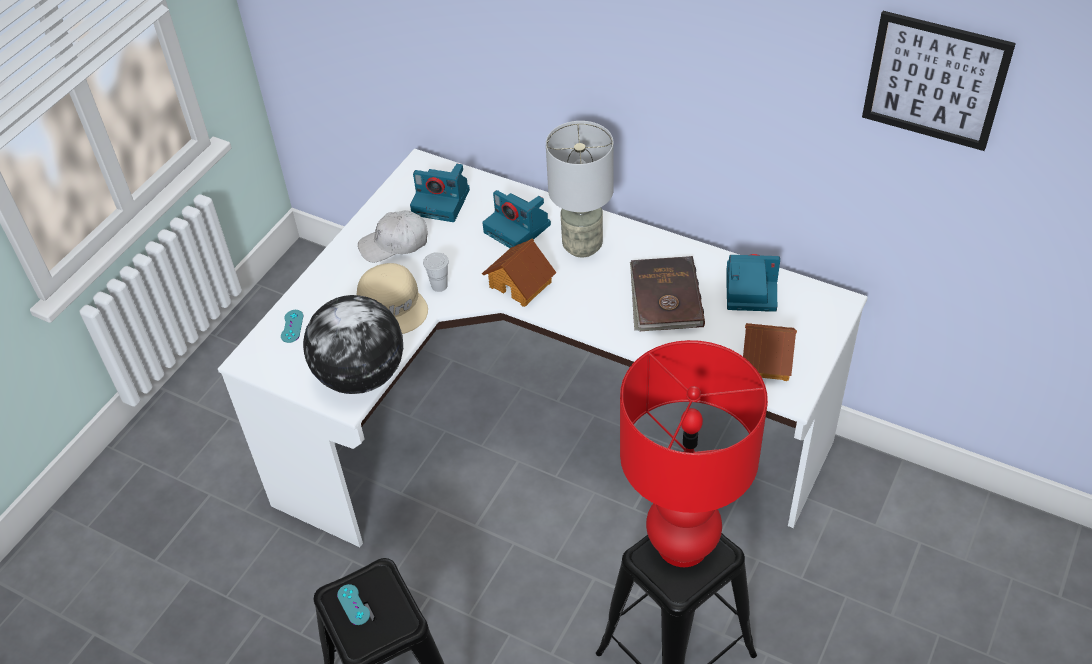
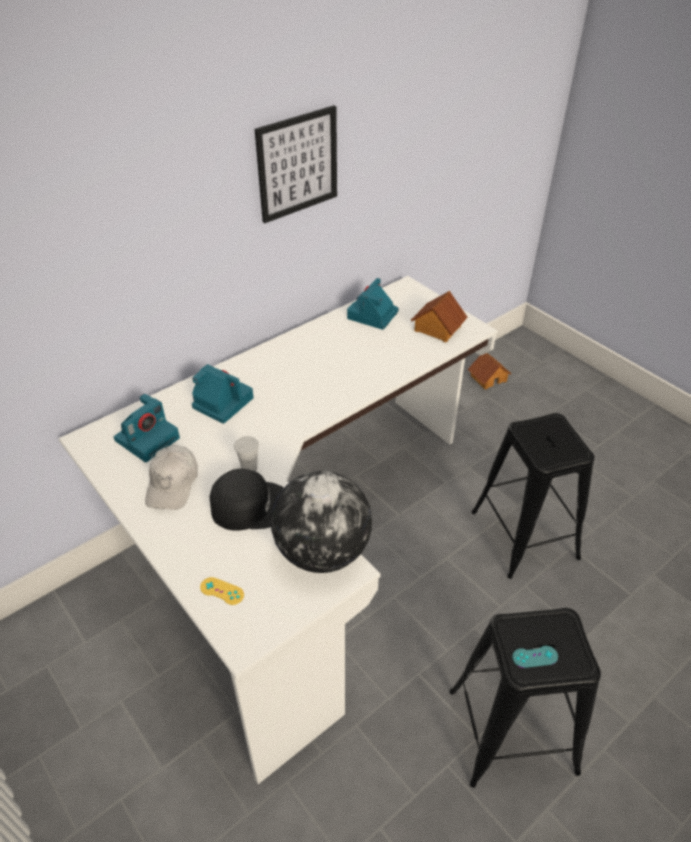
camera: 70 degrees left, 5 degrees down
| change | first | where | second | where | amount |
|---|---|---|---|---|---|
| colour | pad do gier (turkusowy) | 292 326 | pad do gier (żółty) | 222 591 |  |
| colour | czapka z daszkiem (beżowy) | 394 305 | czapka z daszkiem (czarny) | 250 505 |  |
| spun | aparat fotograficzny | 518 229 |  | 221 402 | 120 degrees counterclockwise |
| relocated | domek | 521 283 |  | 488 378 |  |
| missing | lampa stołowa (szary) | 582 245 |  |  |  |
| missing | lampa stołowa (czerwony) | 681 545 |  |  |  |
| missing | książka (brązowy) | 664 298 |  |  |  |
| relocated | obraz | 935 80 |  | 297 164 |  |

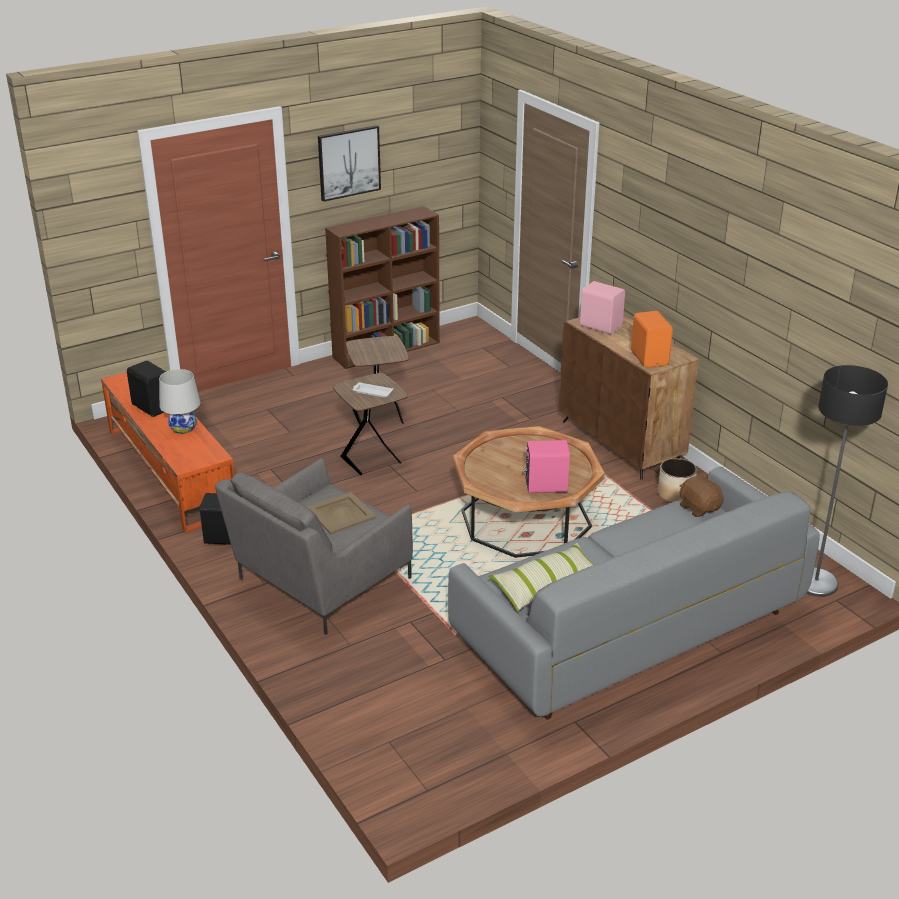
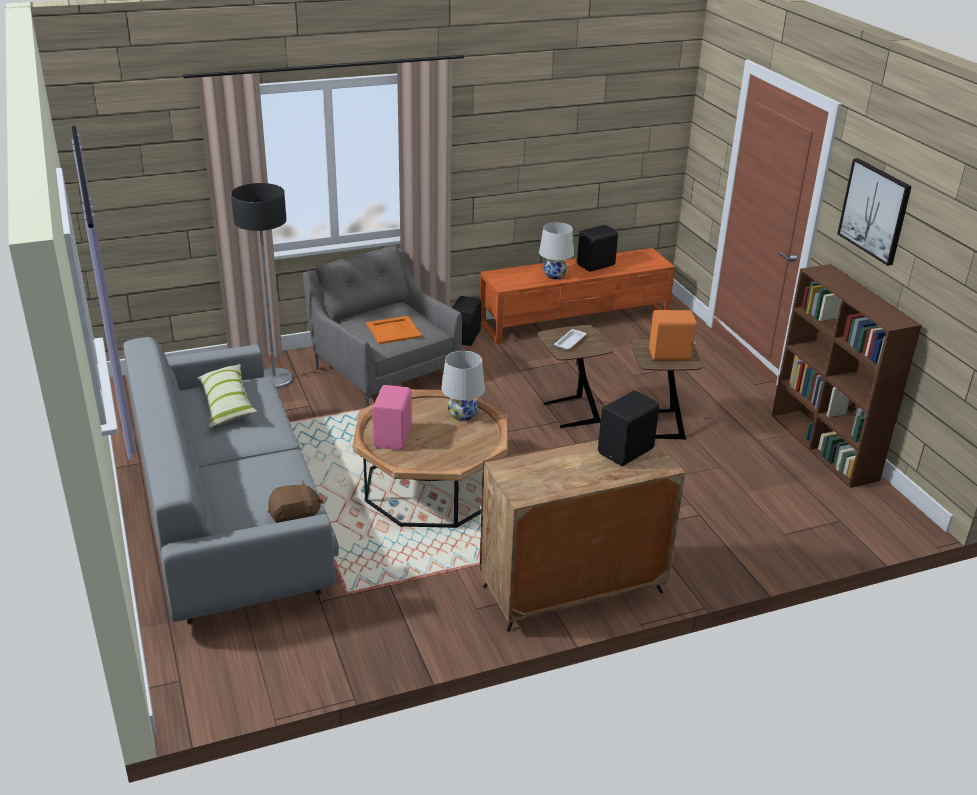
camera: 100 degrees right, 0 degrees up
| change | first | where | second | where | amount |
|---|---|---|---|---|---|
| colour | taca (beżowy) | 341 514 | taca (pomarańczowy) | 393 330 |  |
| colour | głośnik (różowy) | 600 326 | głośnik (czarny) | 627 452 |  |
| relocated | głośnik (pomarańczowy) | 650 358 |  | 670 355 |  |
| missing | donica | 676 494 |  |  |  |
| relocated | lampa stojąca | 815 583 |  | 274 379 |  |
| appeared |  |  | lampa stołowa (biały) | 462 414 |  |

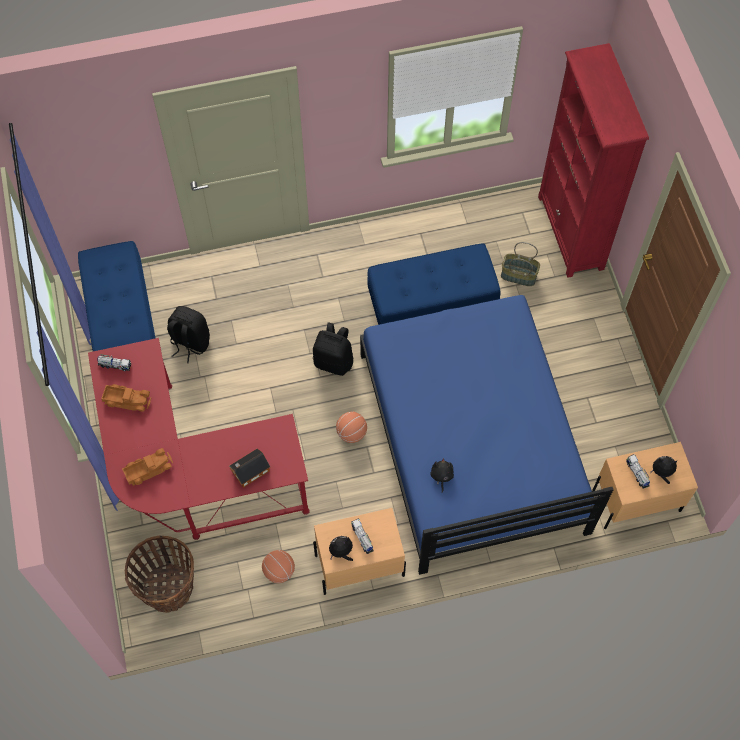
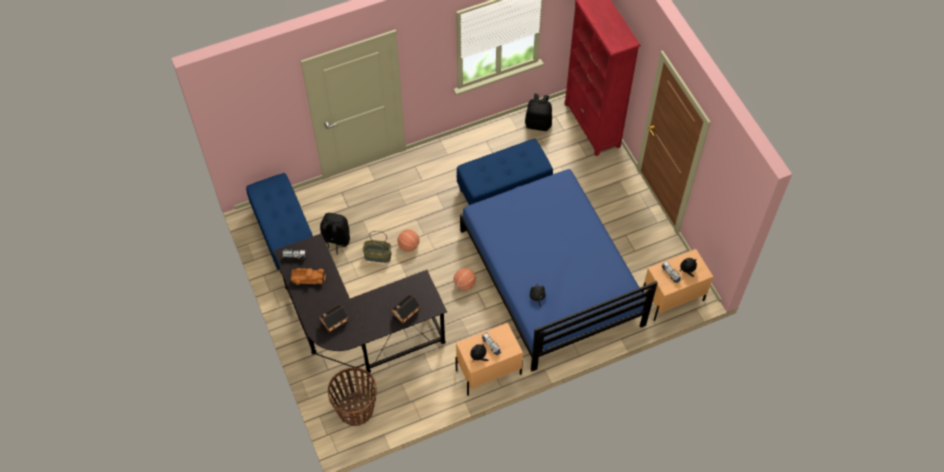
camera: 10 degrees left, 5 degrees down
| change | first | where | second | where | amount |
|---|---|---|---|---|---|
| colour | biurko (czerwony) | 192 475 | biurko (czarny) | 356 330 |  |
| exchanged | ciężarówka zabawkowa | 148 468 | domek | 333 321 |  |
| relocated | piłka do koszykówki | 279 571 |  | 408 245 |  |
| relocated | plecak (czarny) | 334 361 |  | 538 123 |  |
| relocated | koszyk | 518 276 |  | 377 256 |  |

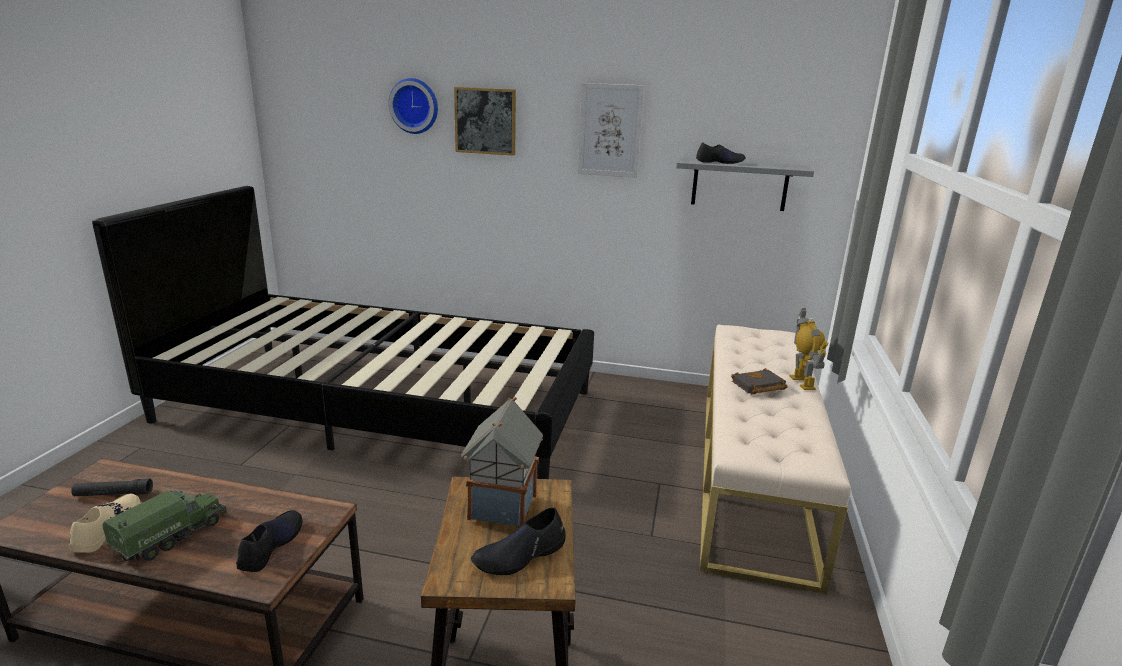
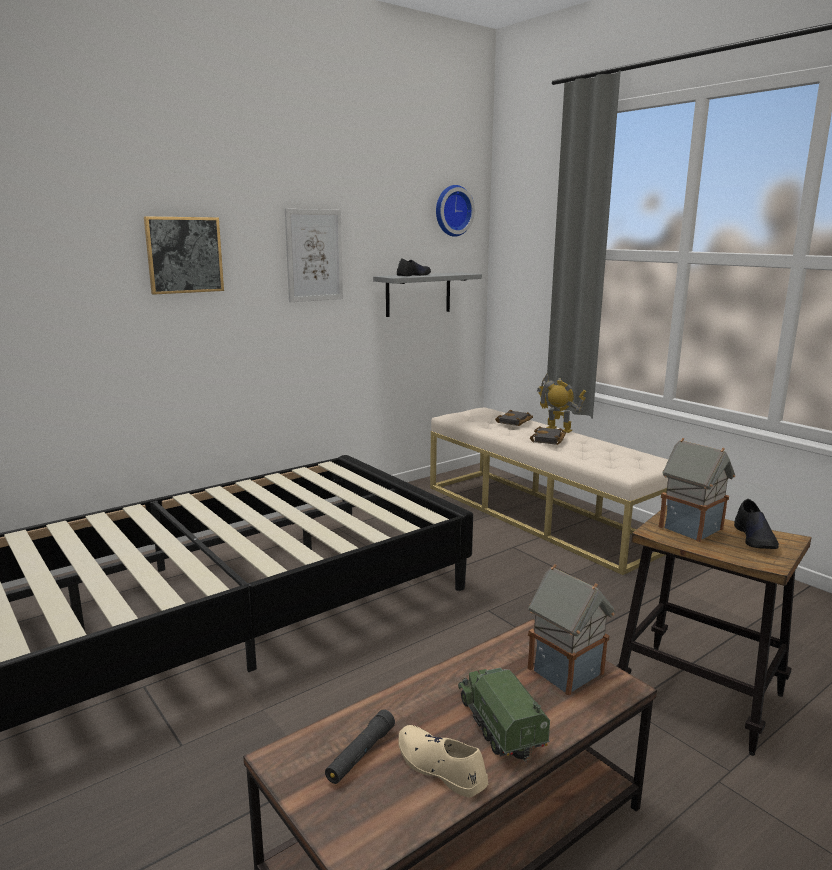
camera: 50 degrees left, 5 degrees down
| change | first | where | second | where | amount |
|---|---|---|---|---|---|
| exchanged | but (czarny) | 271 546 | domek | 567 672 |  |
| relocated | zegar ścienny | 415 106 |  | 452 211 |  |
| appeared |  |  | książka (czarny) | 514 422 |  |

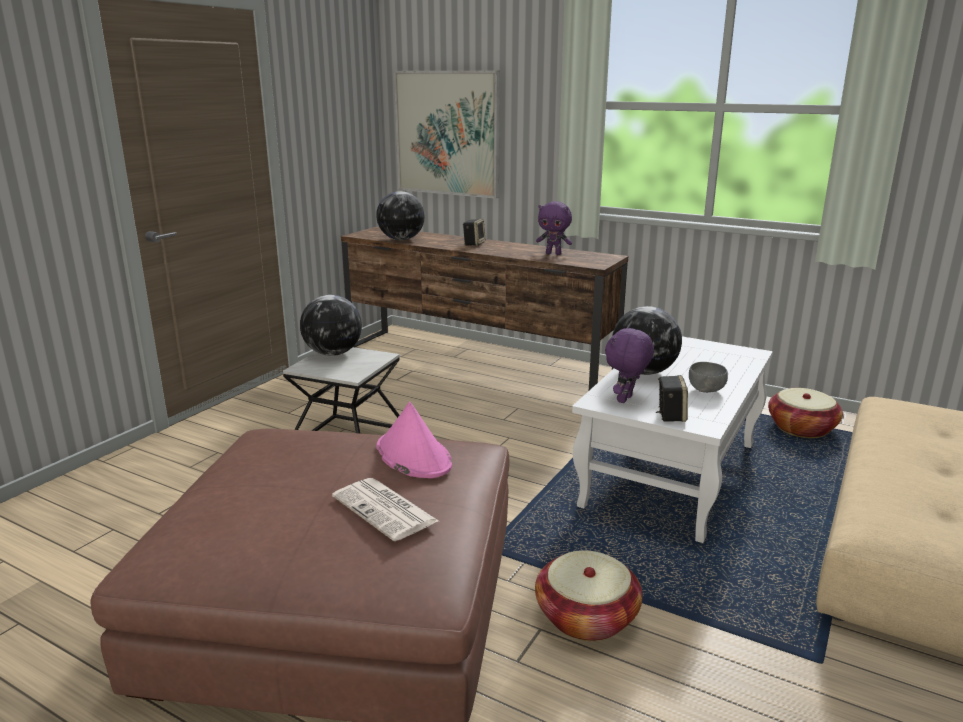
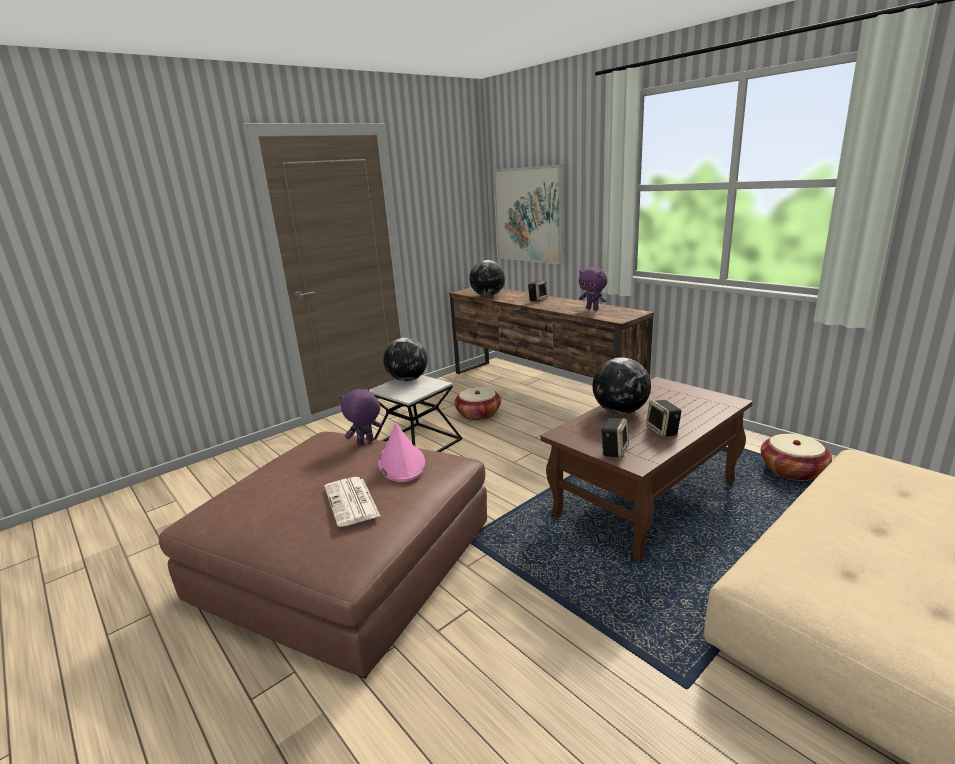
camera: 20 degrees right, 0 degrees up
| change | first | where | second | where | amount |
|---|---|---|---|---|---|
| relocated | koszyk | 586 617 |  | 478 414 |  |
| colour | ława (biały) | 670 475 | ława (brązowy) | 645 499 |  |
| relocated | pluszak (fioletowy) | 626 400 |  | 365 443 |  |
| exchanged | miska (szary) | 706 390 | głośnik | 663 431 |  |

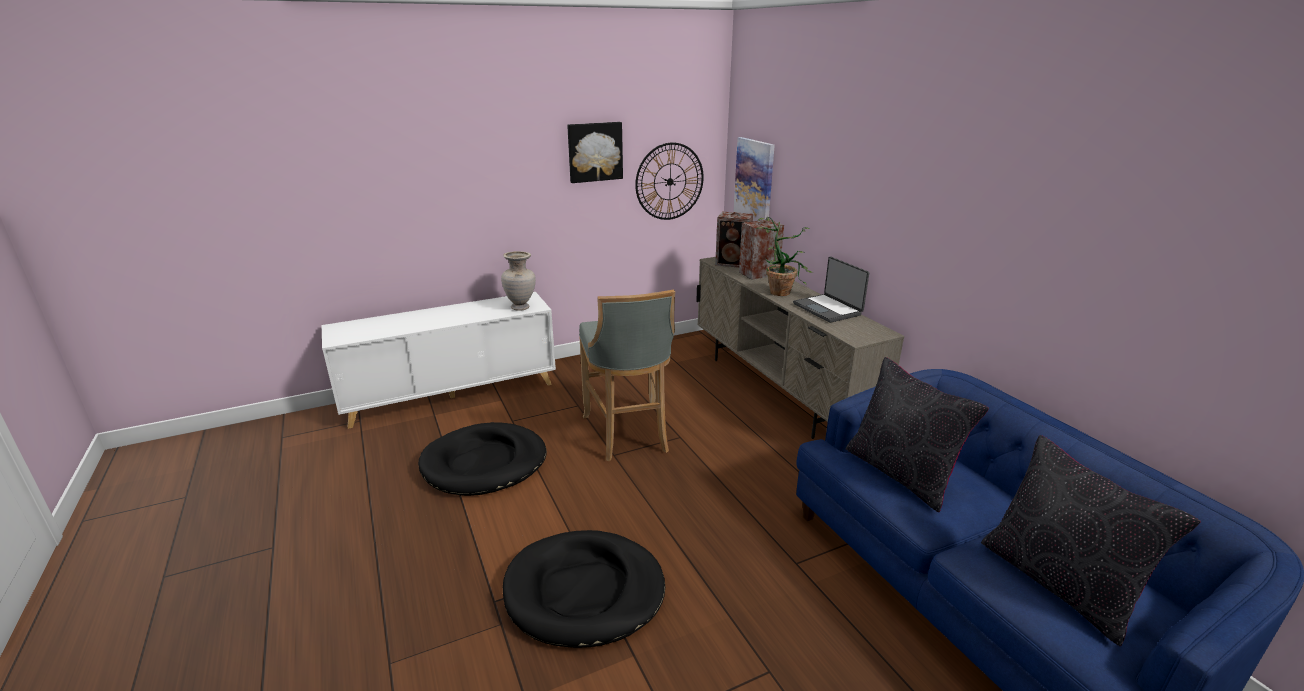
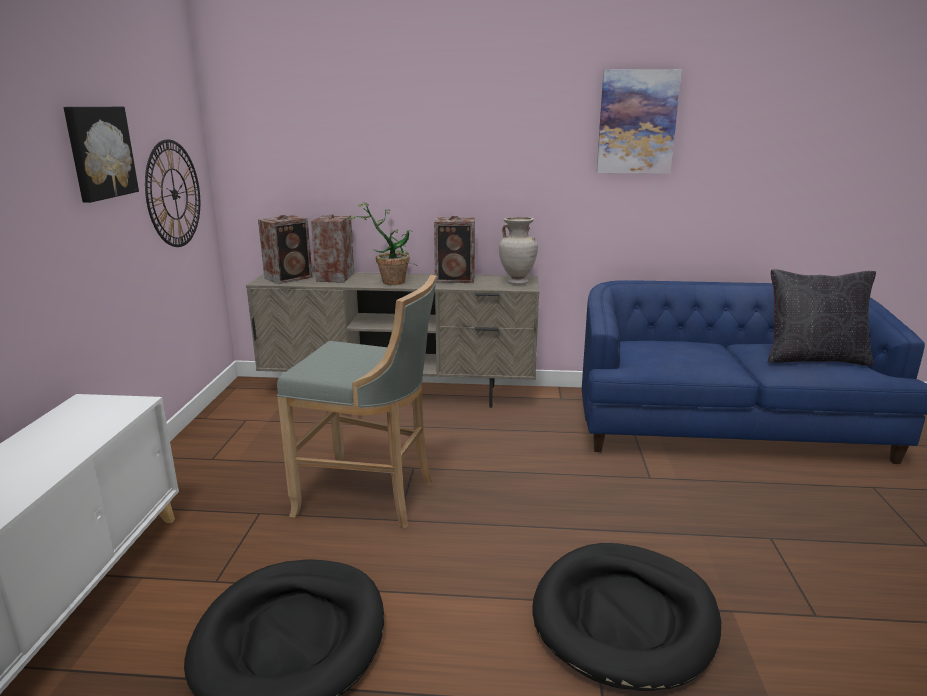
camera: 60 degrees left, 5 degrees down
| change | first | where | second | where | amount |
|---|---|---|---|---|---|
| relocated | wazon (beżowy) | 521 307 |  | 517 282 |  |
| relocated | obraz | 754 180 |  | 637 122 |  |
| exchanged | laptop | 828 309 | głośnik | 456 279 |  |
| missing | poduszka (czarny) | 901 473 |  |  |  |

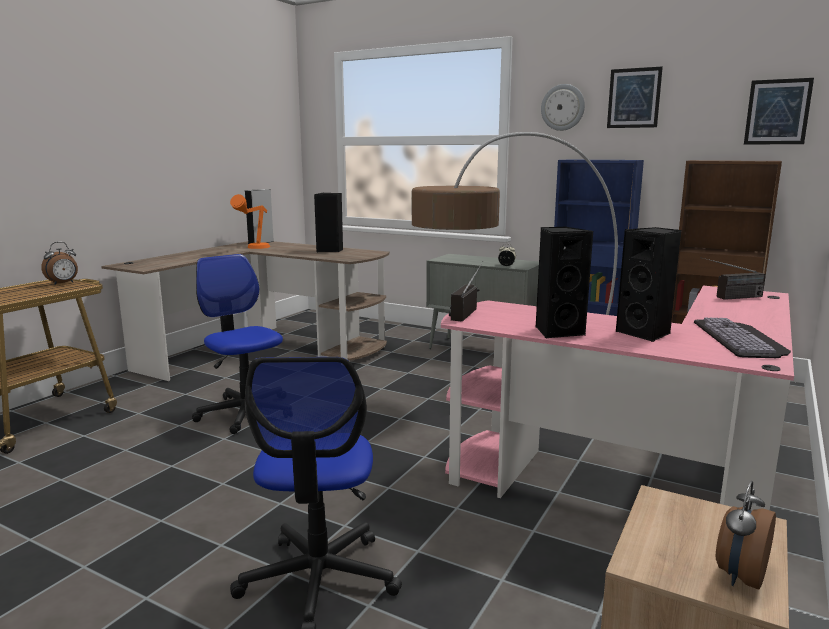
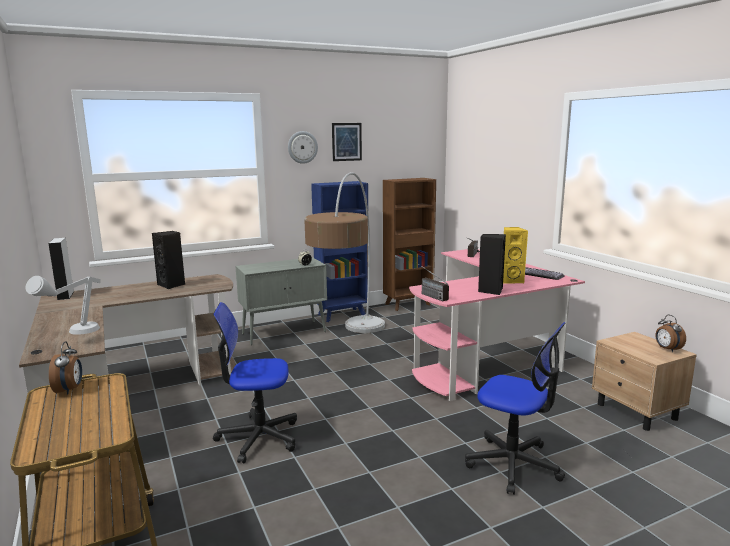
camera: 55 degrees left, 0 degrees up
| change | first | where | second | where | amount |
|---|---|---|---|---|---|
| missing | lampa stołowa (pomarańczowy) | 253 248 |  |  |  |
| colour | głośnik (czarny) | 646 333 | głośnik (żółty) | 511 280 |  |
| missing | obraz | 777 112 |  |  |  |
| appeared |  |  | lampa stołowa (szary) | 74 334 |  |

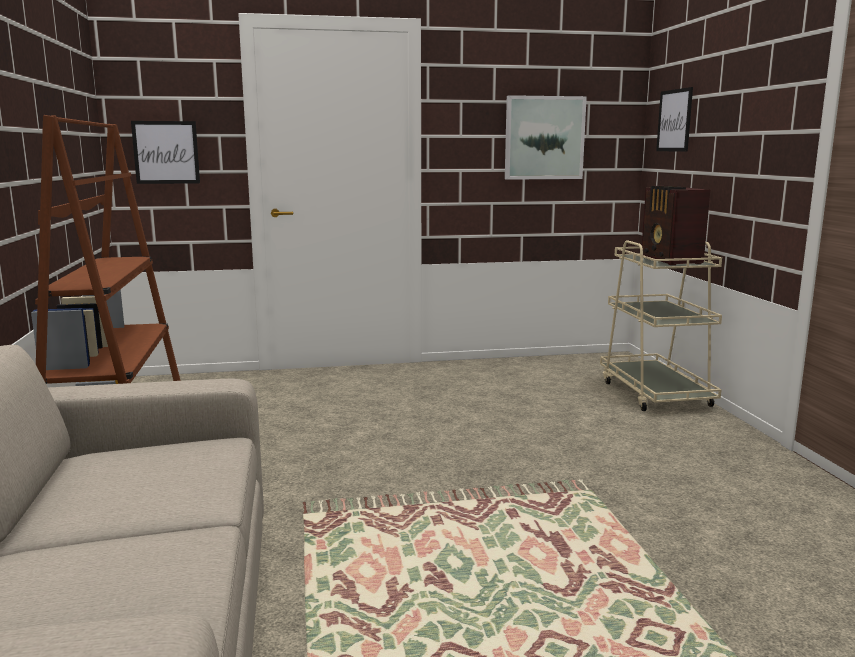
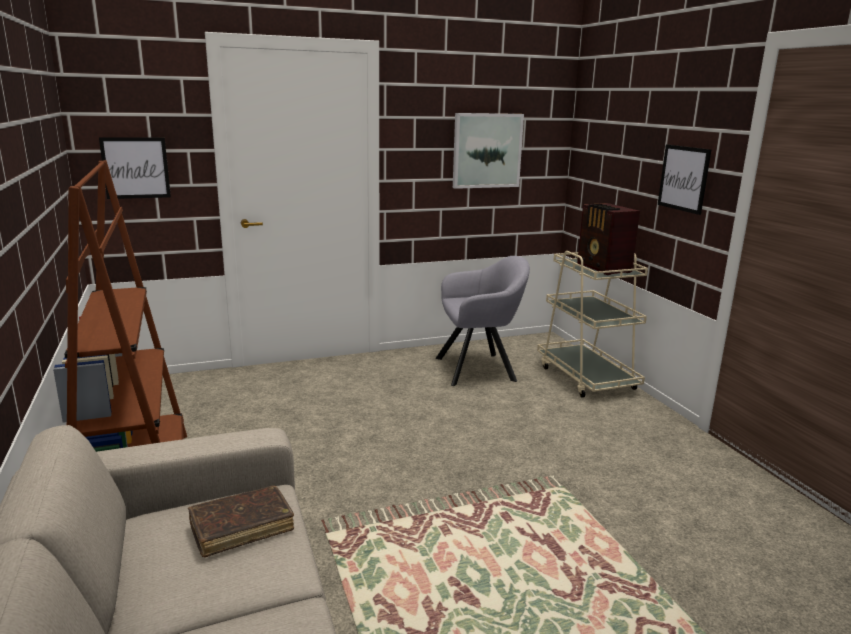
camera: 10 degrees left, 5 degrees up
| change | first | where | second | where | amount |
|---|---|---|---|---|---|
| relocated | obraz | 674 120 |  | 683 178 |  |
| appeared |  |  | książka (brązowy) | 242 527 |  |
| appeared |  |  | fotel (szary) | 480 369 |  |

